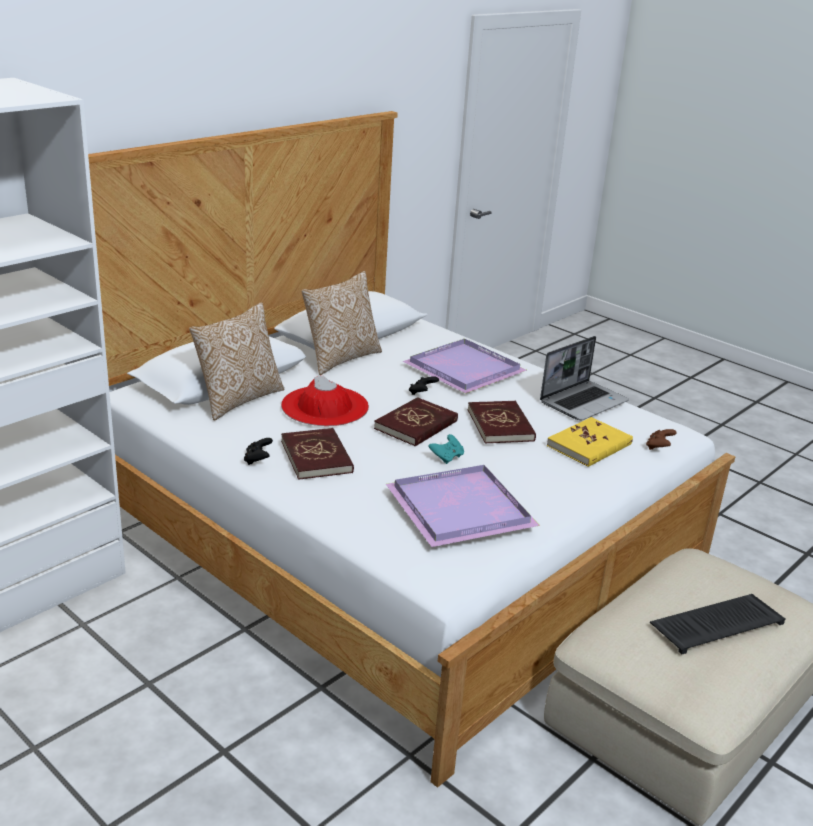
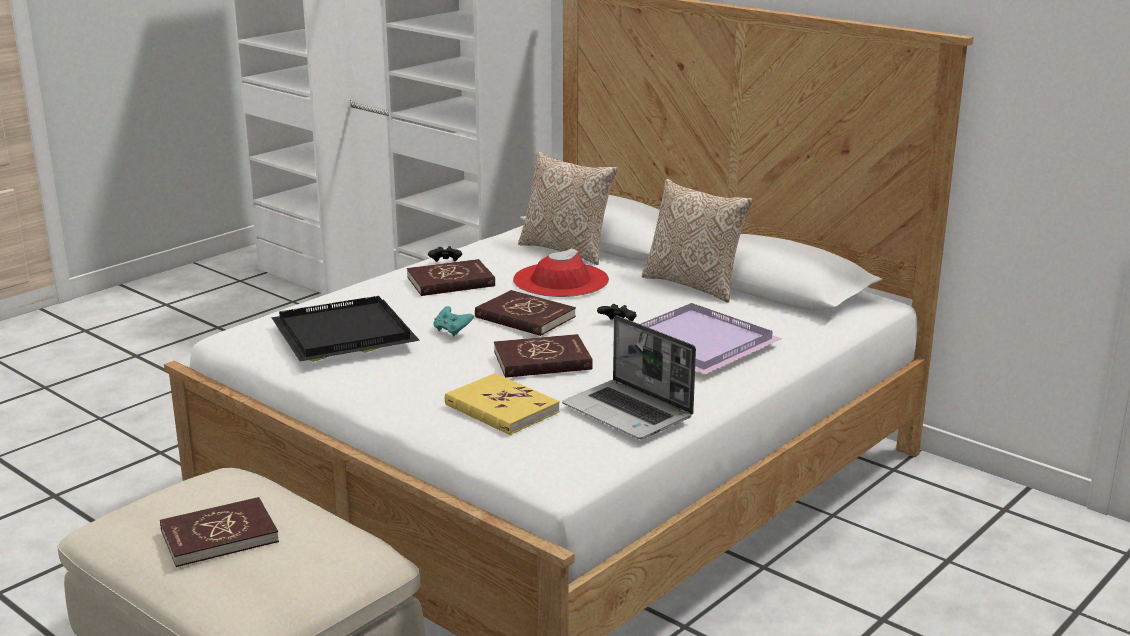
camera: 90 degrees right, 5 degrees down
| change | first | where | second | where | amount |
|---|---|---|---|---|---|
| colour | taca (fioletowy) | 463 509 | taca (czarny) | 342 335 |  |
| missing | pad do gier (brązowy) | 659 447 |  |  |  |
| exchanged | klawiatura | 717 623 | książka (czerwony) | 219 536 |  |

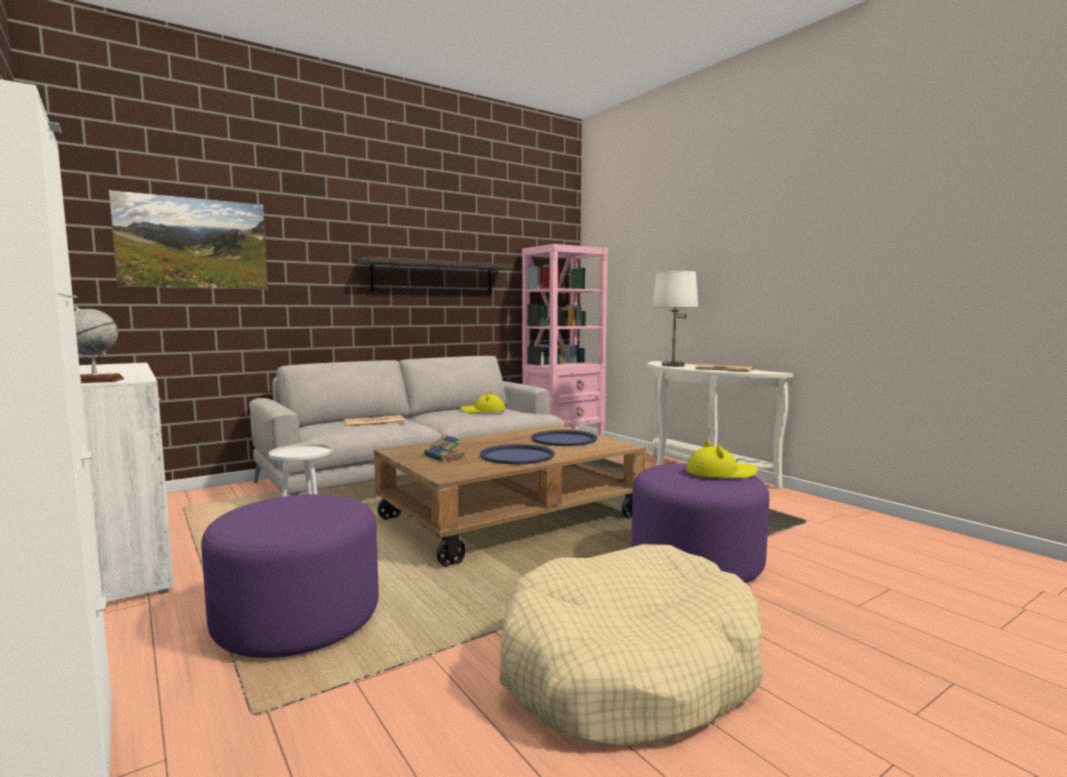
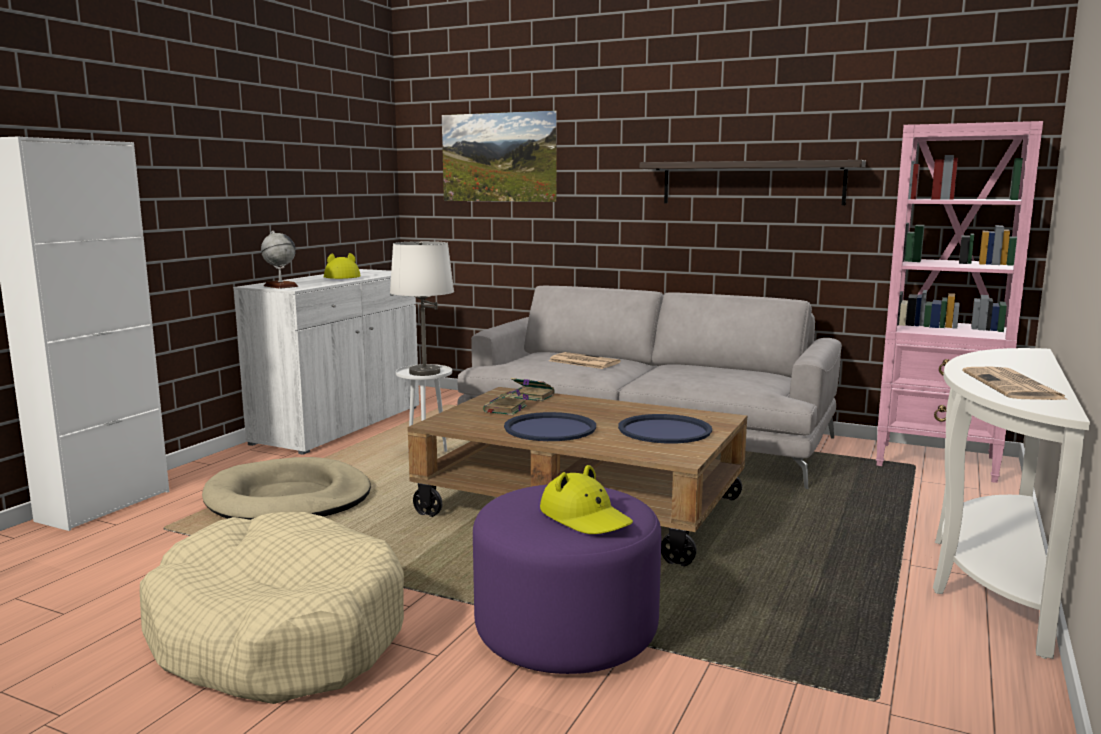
camera: 60 degrees right, 5 degrees up
| change | first | where | second | where | amount |
|---|---|---|---|---|---|
| exchanged | pufa (fioletowy) | 298 620 | legowisko (beżowy) | 288 499 |  |
| relocated | kapelusz (żółty) | 483 411 |  | 340 278 |  |
| relocated | lampa stołowa (biały) | 673 365 |  | 424 372 |  |
| appeared |  |  | książka | 531 396 |  |

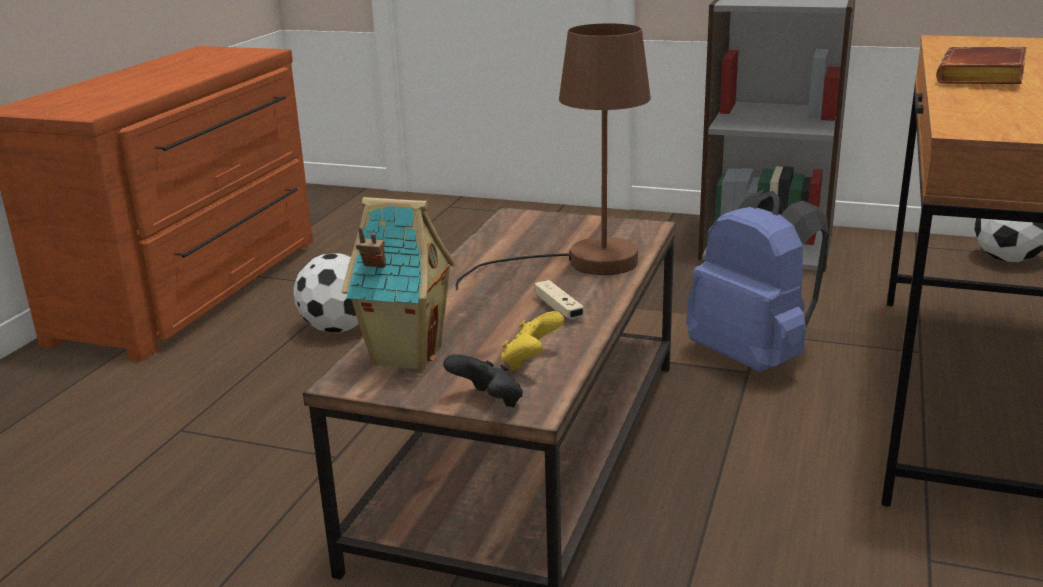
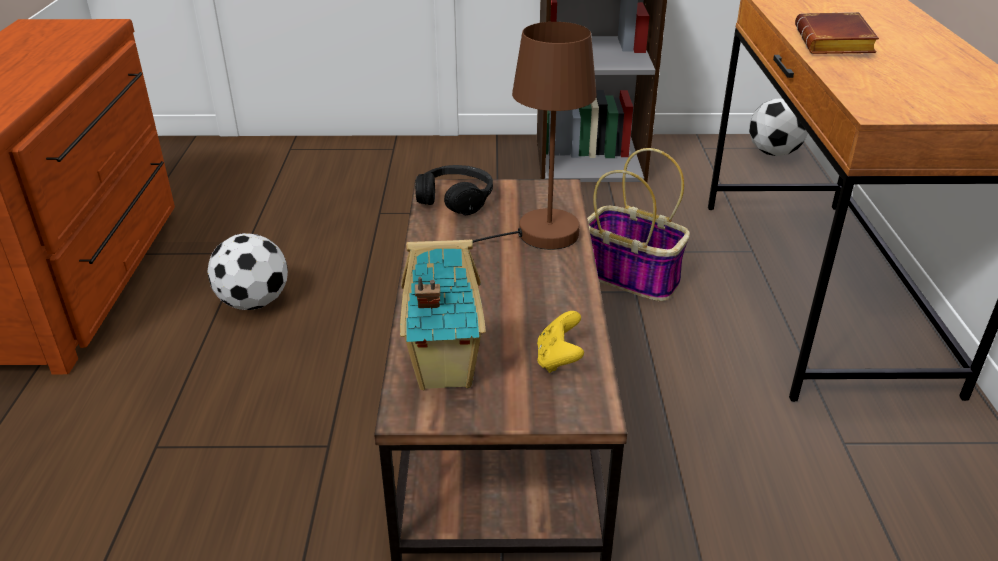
camera: 20 degrees left, 10 degrees up
| change | first | where | second | where | amount |
|---|---|---|---|---|---|
| missing | pad do gier (czarny) | 488 403 |  |  |  |
| missing | pad do gier (beżowy) | 558 308 |  |  |  |
| exchanged | plecak (niebieski) | 753 358 | koszyk | 633 277 |  |
| appeared |  |  | słuchawki (czarny) | 455 199 |  |

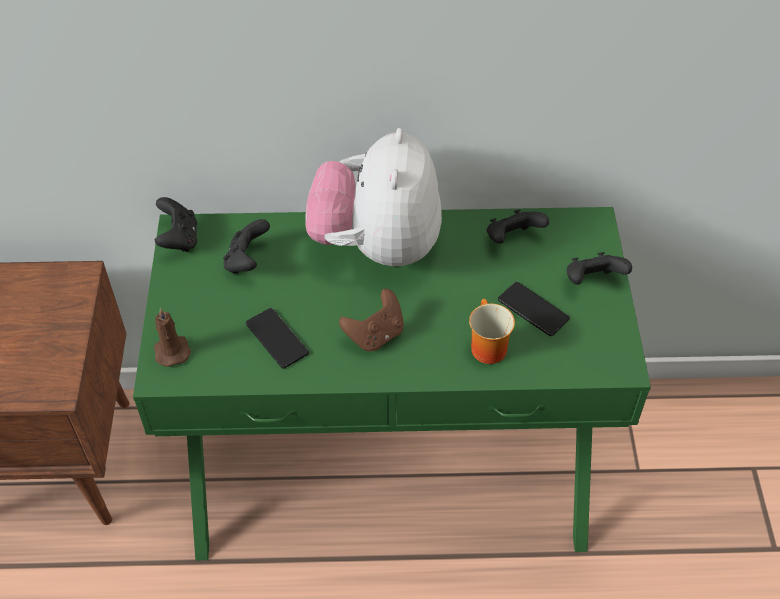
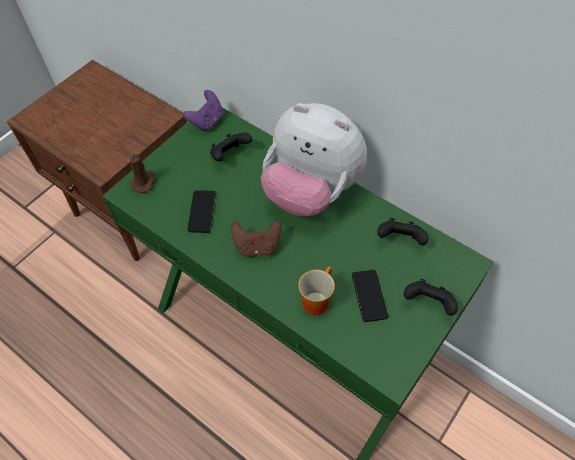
camera: 40 degrees right, 5 degrees up
| change | first | where | second | where | amount |
|---|---|---|---|---|---|
| colour | pad do gier (czarny) | 179 239 | pad do gier (fioletowy) | 207 121 |  |
| spun | pluszak | 377 245 |  | 311 191 | 105 degrees counterclockwise |

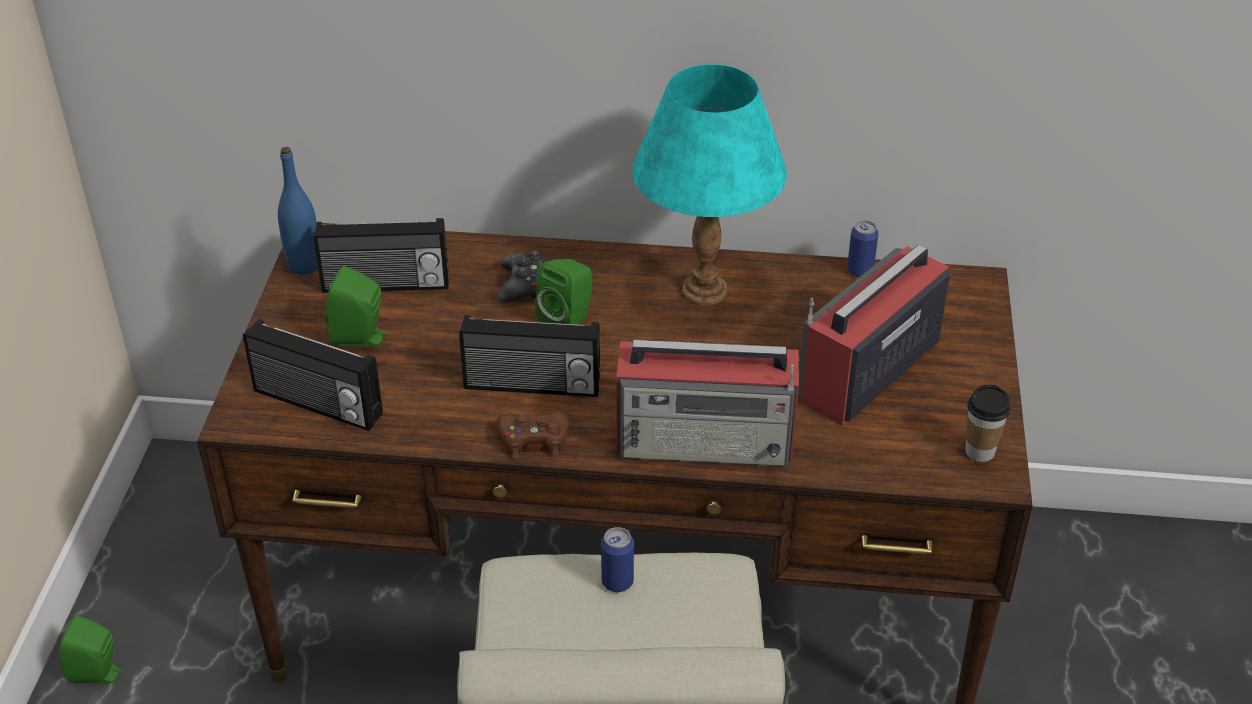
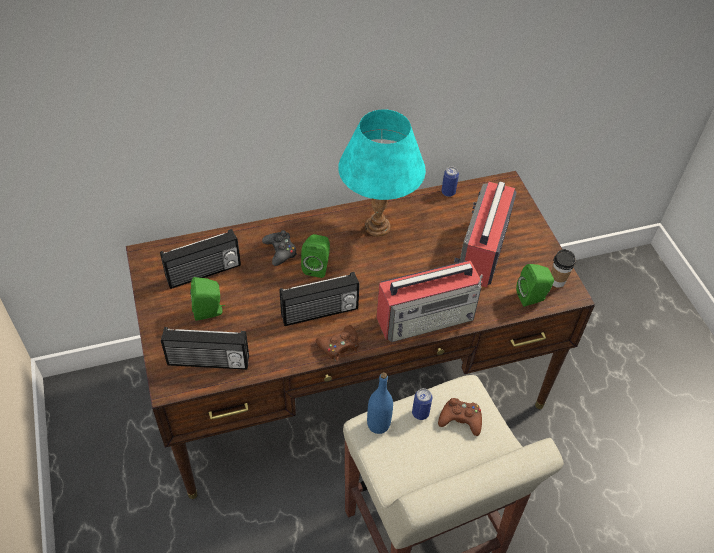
camera: 25 degrees left, 10 degrees up
| change | first | where | second | where | amount |
|---|---|---|---|---|---|
| relocated | głośnik (zielony) | 98 674 |  | 532 297 |  |
| relocated | butelka (niebieski) | 304 265 |  | 378 424 |  |
| appeared |  |  | pad do gier (brązowy) | 460 419 |  |

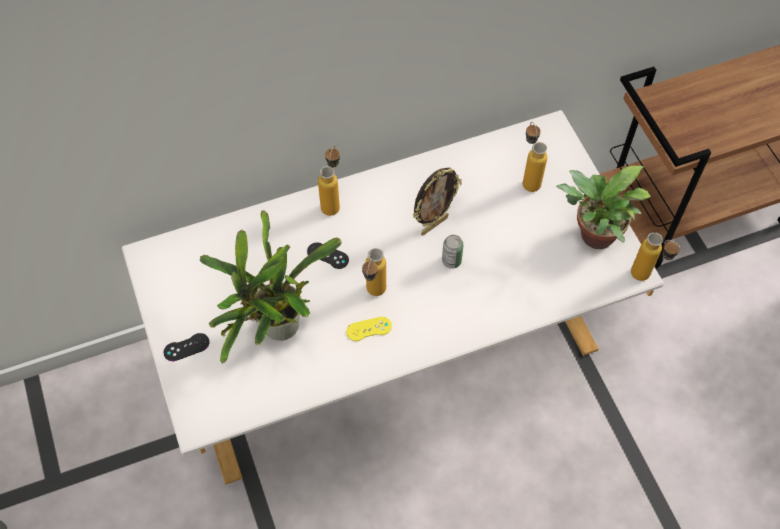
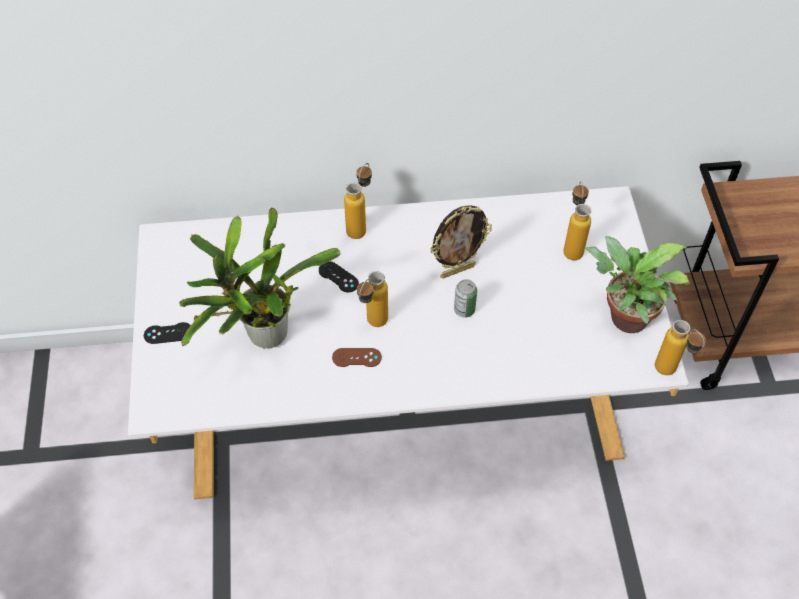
camera: 15 degrees right, 5 degrees down
| change | first | where | second | where | amount |
|---|---|---|---|---|---|
| colour | pad do gier (żółty) | 369 329 | pad do gier (brązowy) | 356 357 |  |

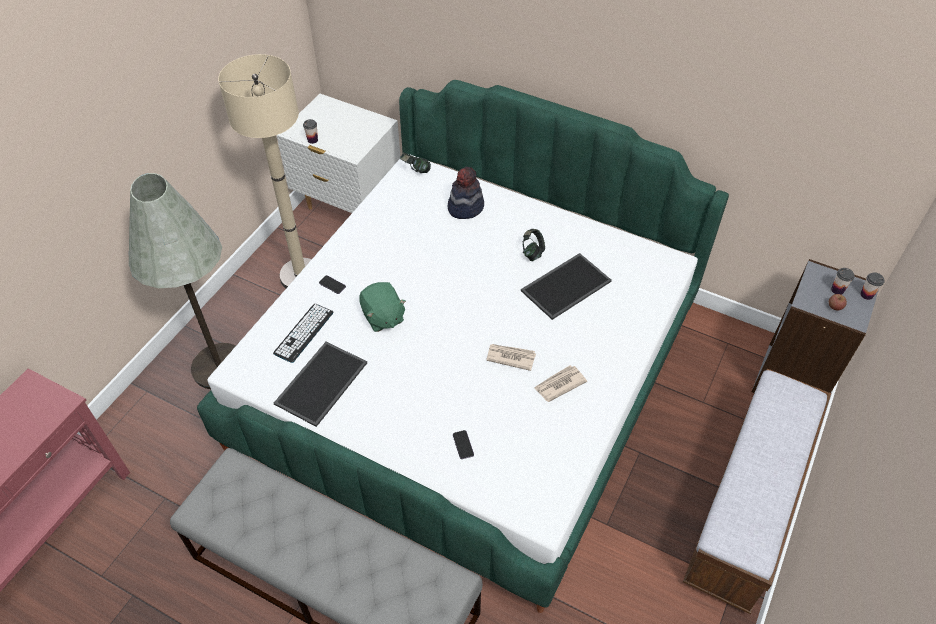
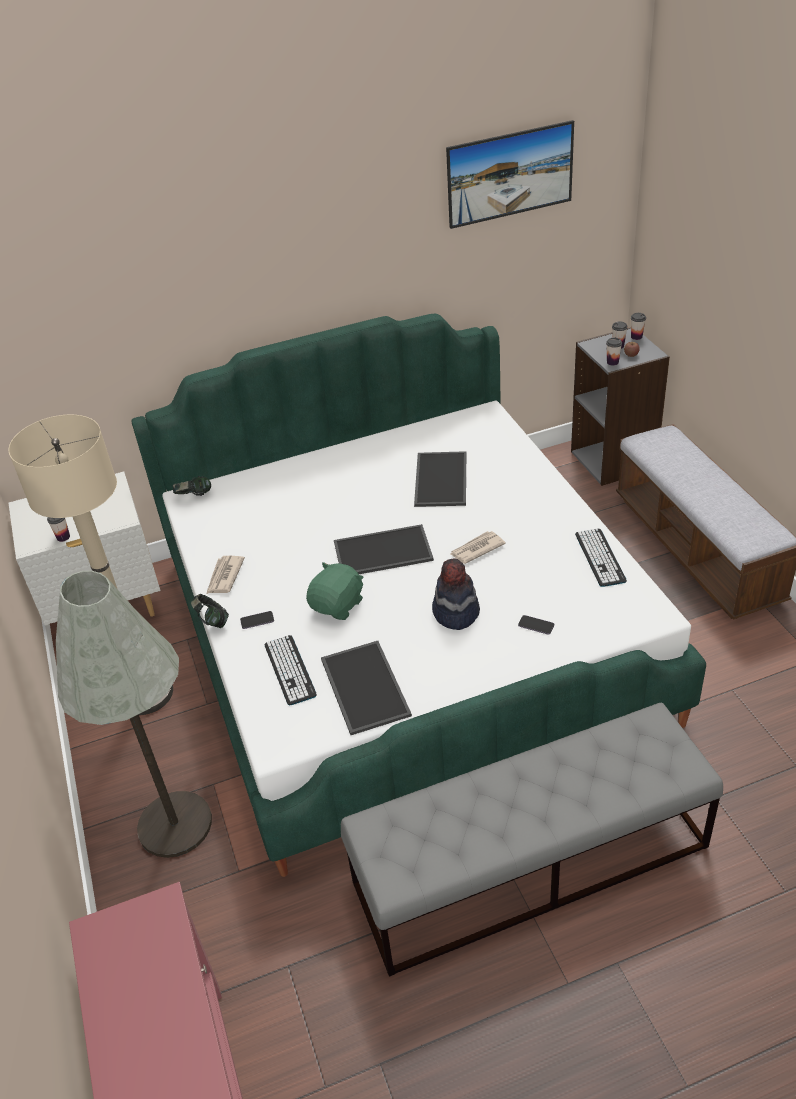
camera: 45 degrees left, 10 degrees down
| change | first | where | second | where | amount |
|---|---|---|---|---|---|
| spun | pluszak (zielony) | 383 317 |  | 338 605 | 75 degrees counterclockwise |
| relocated | kapelusz | 465 207 |  | 455 612 |  |
| relocated | słuchawki | 532 253 |  | 212 621 |  |
| relocated | gazeta | 559 384 |  | 224 576 |  |
| appeared |  |  | taca | 382 552 |  |
| appeared |  |  | obraz | 510 194 |  |
| appeared |  |  | klawiatura | 600 557 |  |
| appeared |  |  | filiżanka | 612 362 |  |

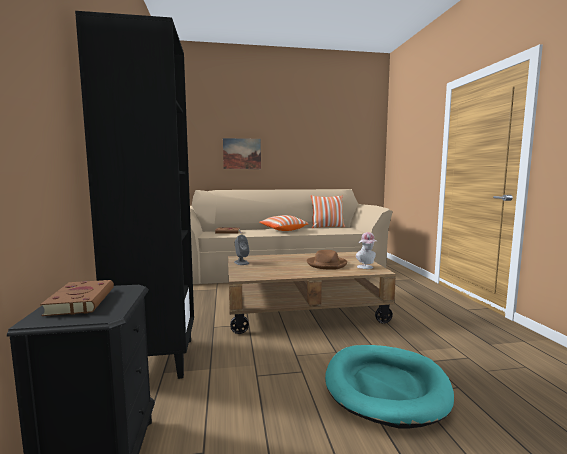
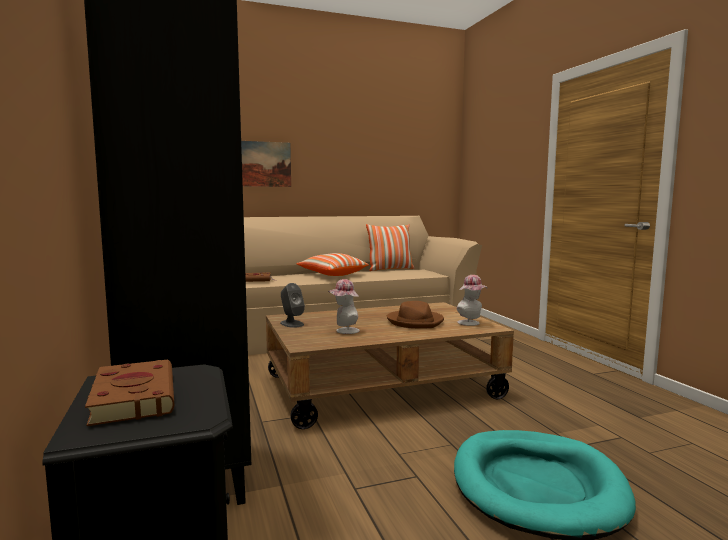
camera: 10 degrees left, 0 degrees up
| change | first | where | second | where | amount |
|---|---|---|---|---|---|
| appeared |  |  | kapelusz | 344 331 |  |

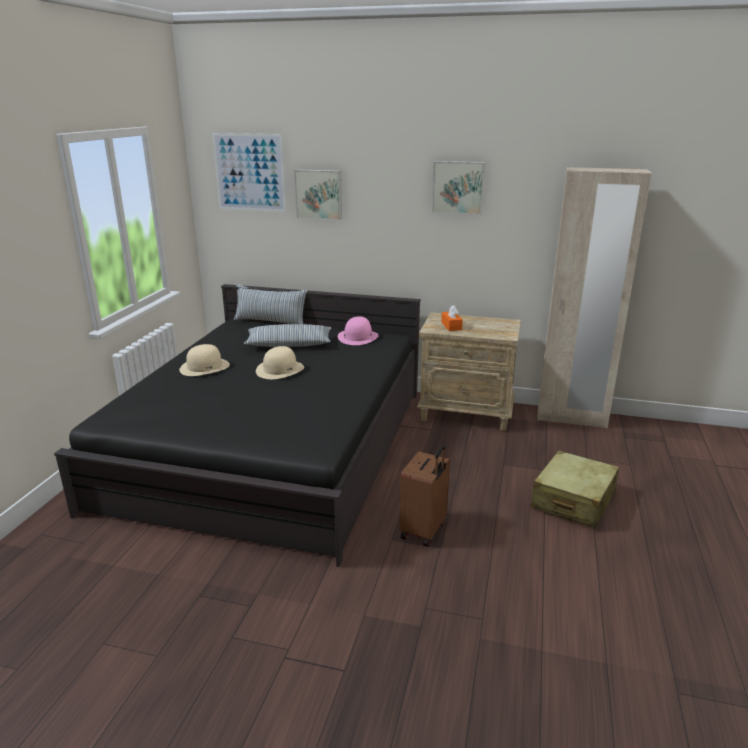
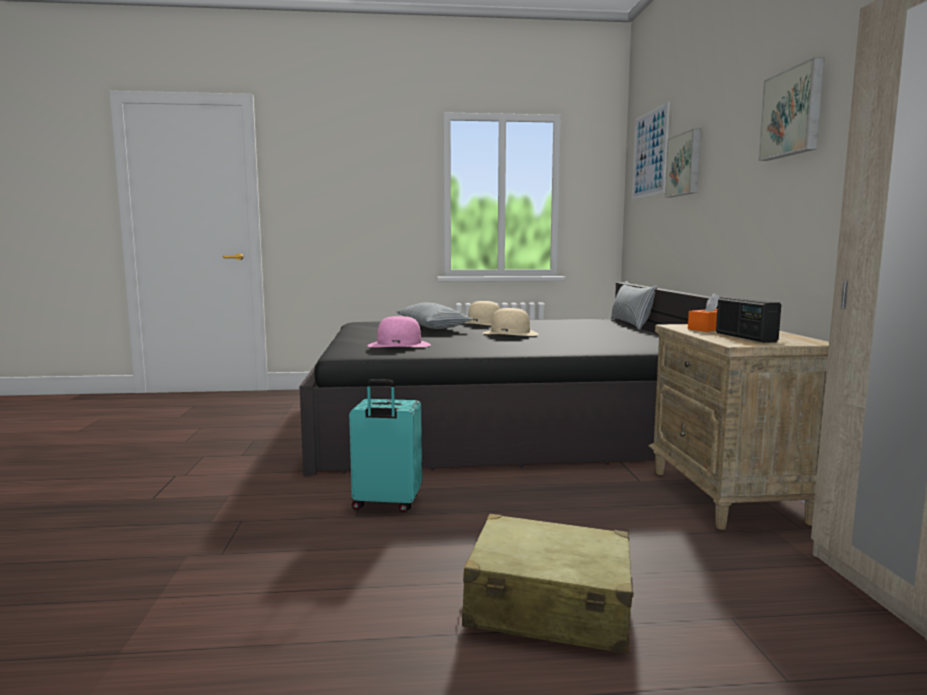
camera: 70 degrees right, 15 degrees down
| change | first | where | second | where | amount |
|---|---|---|---|---|---|
| relocated | poduszka | 289 344 |  | 432 326 |  |
| relocated | kapelusz (różowy) | 358 337 |  | 399 345 |  |
| colour | walizka (brązowy) | 424 531 | walizka (turkusowy) | 386 504 |  |
| appeared |  |  | radio | 745 337 |  |

